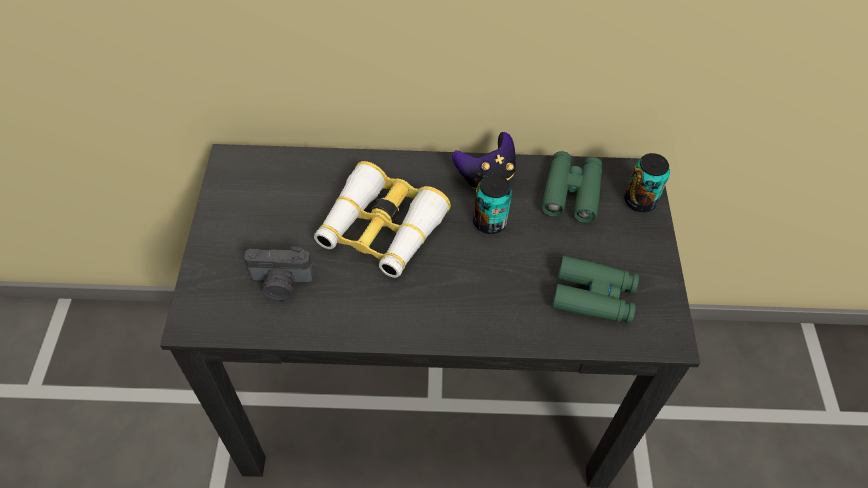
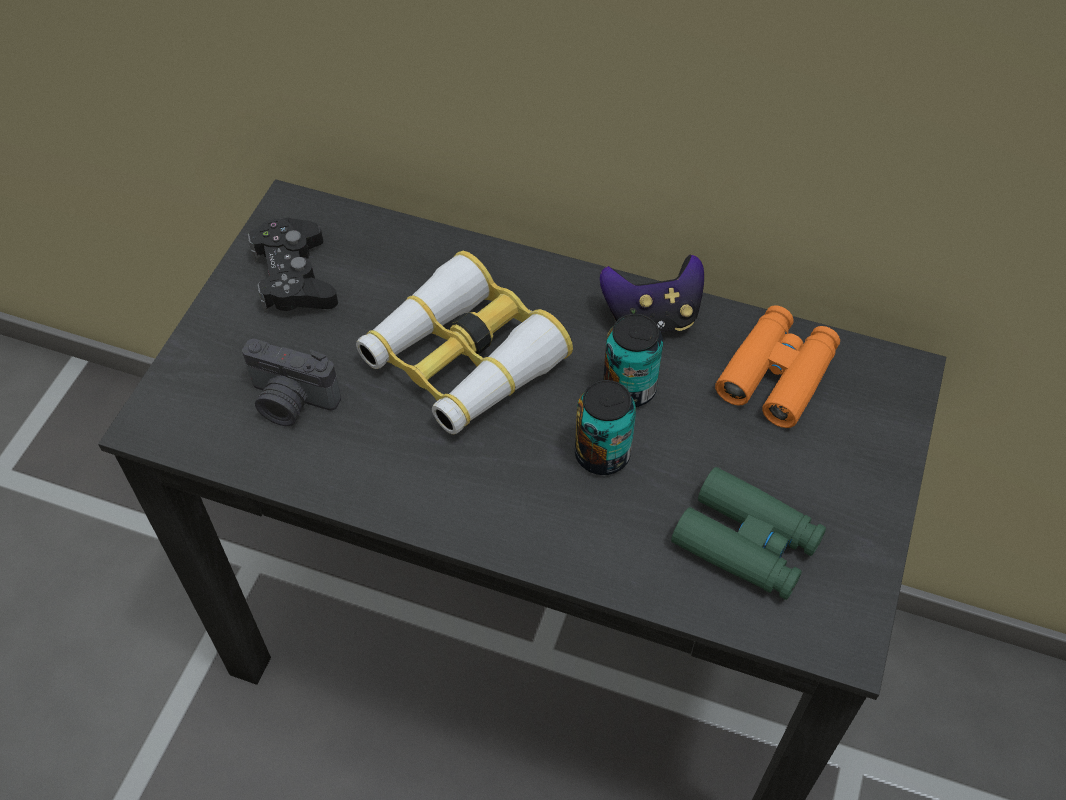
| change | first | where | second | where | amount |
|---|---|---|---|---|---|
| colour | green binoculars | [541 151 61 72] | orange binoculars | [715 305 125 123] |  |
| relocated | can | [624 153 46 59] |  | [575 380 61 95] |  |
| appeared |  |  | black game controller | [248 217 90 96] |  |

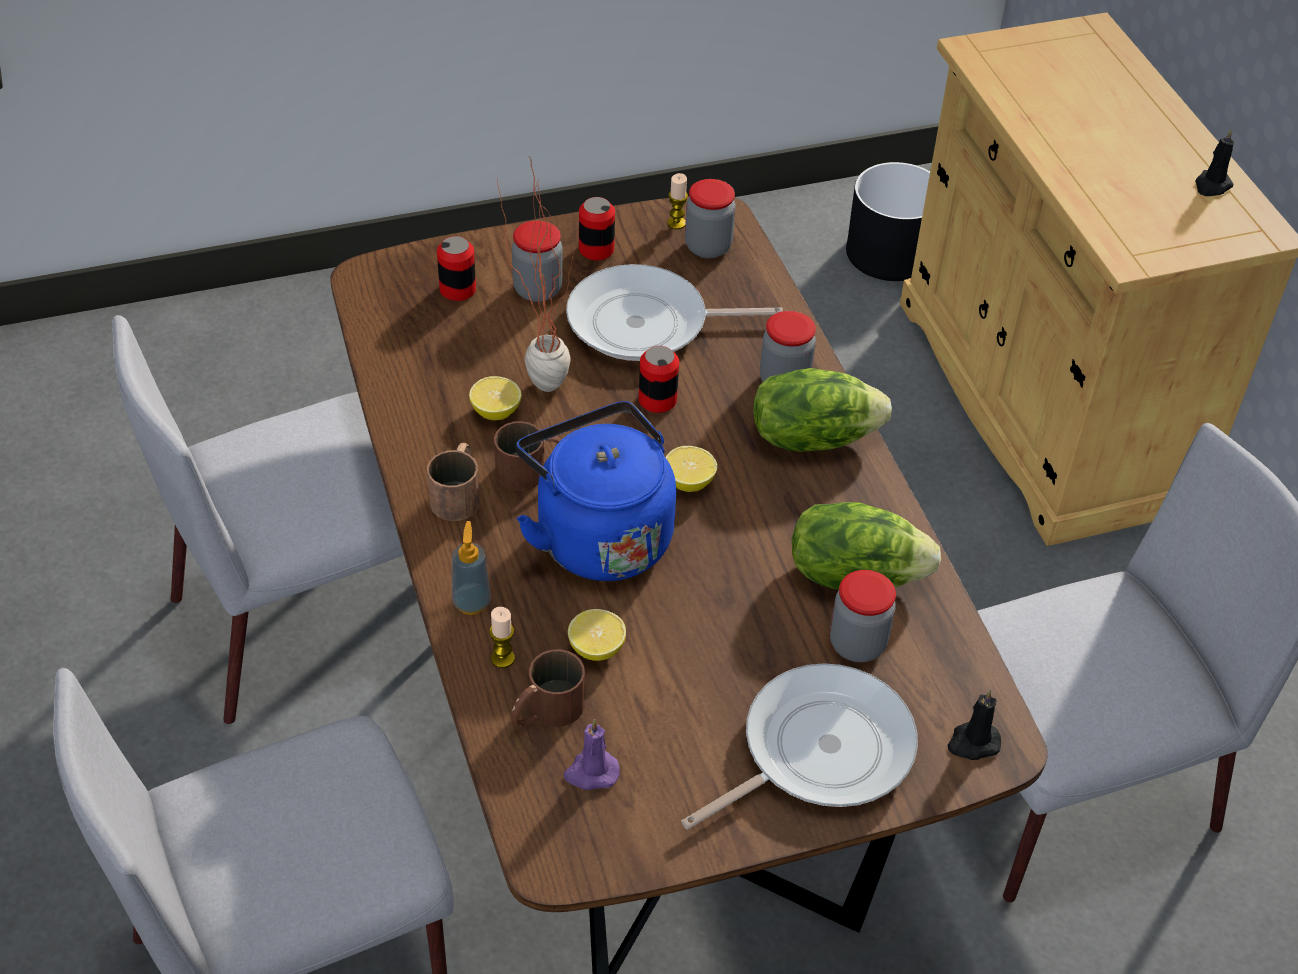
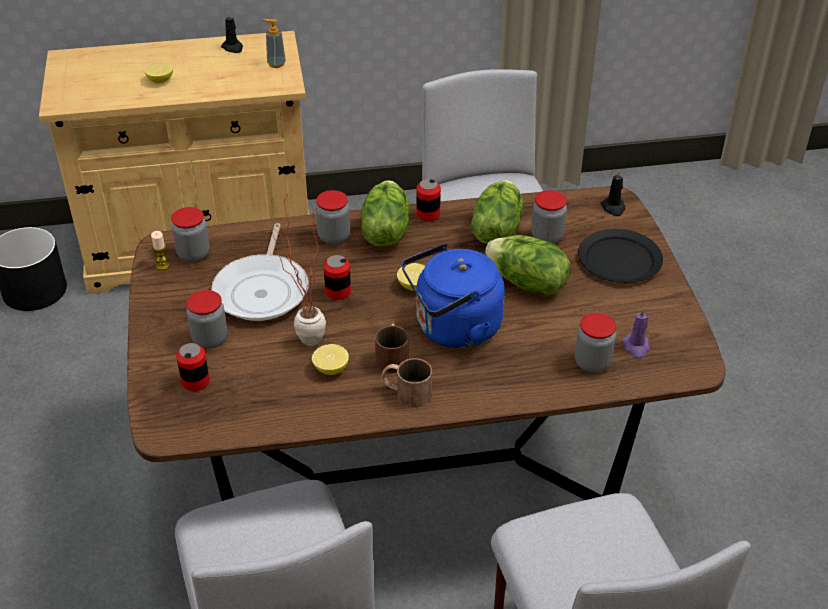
| change | first | where | second | where | amount |
|---|---|---|---|---|---|
| relocated | soap dispenser | [452 521 39 94] |  | [263 19 23 49] |  |
| missing | candle | [489 607 26 61] |  |  |  |
| exchanged | brown mug | [511 649 74 78] | jar | [575 313 41 60] |  |
| relocated | lemon | [568 609 58 52] |  | [144 62 29 21] |  |
| relocated | can | [579 197 36 64] |  | [416 179 25 42] |  |
| exchanged | frying pan | [681 663 237 166] | black plate | [578 229 85 54] |  |
| appeared |  |  | lettuce | [485 235 85 61] |  |

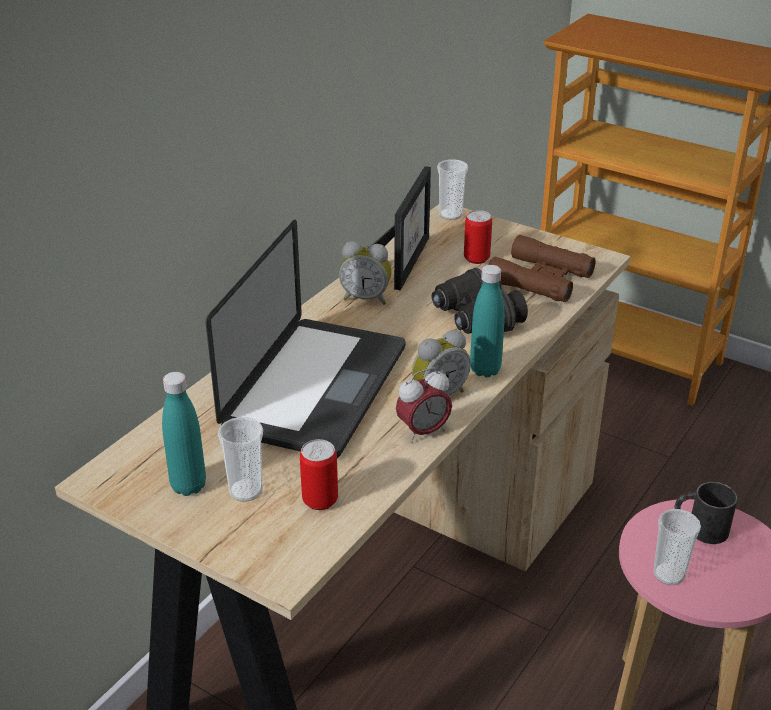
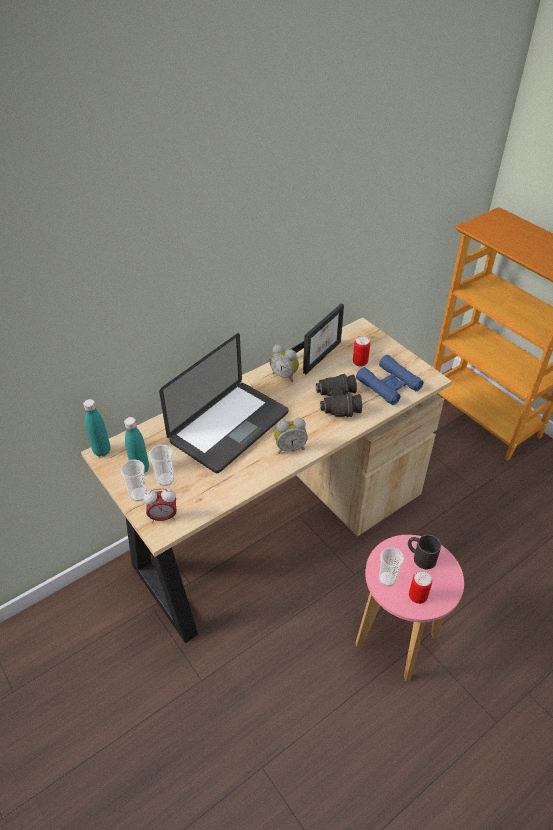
| change | first | where | second | where | amount |
|---|---|---|---|---|---|
| relocated | can | [300 439 38 71] |  | [409 571 23 33] |  |
| relocated | alarm clock | [396 368 56 75] |  | [143 488 34 35] |  |
| relocated | cup | [437 159 31 61] |  | [120 459 27 43] |  |
| relocated | turquoise bottle | [470 265 35 112] |  | [83 399 27 58] |  |
| colour | brown binoculars | [489 235 107 67] | blue binoculars | [356 355 68 50] |  |

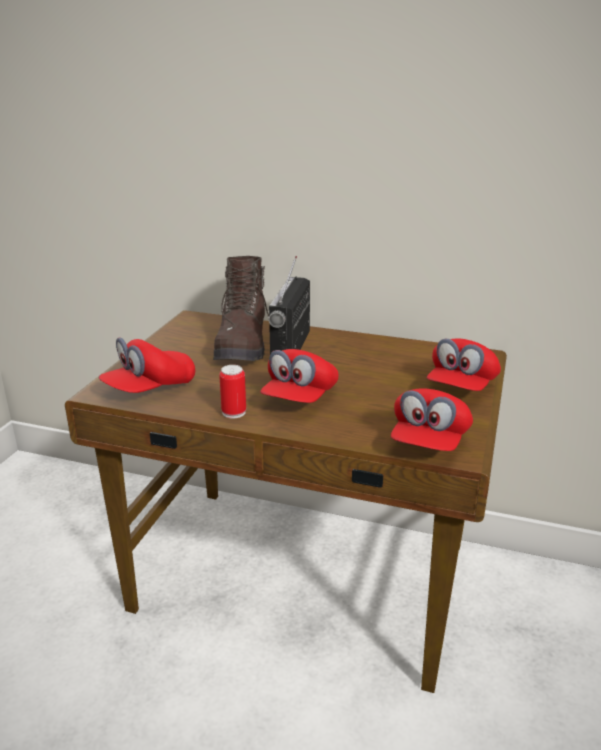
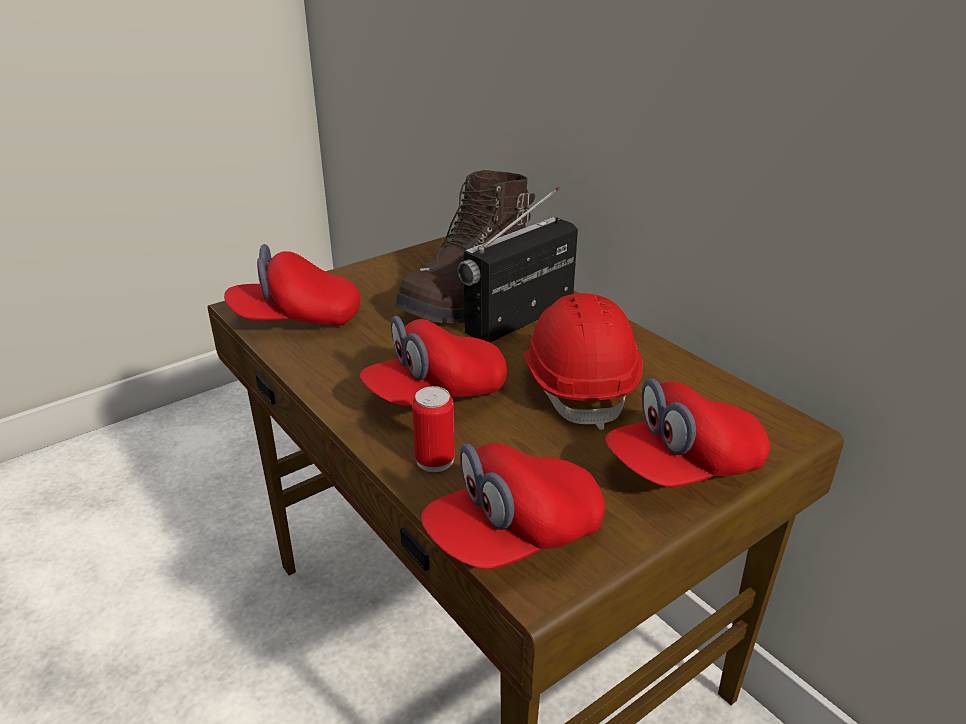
| change | first | where | second | where | amount |
|---|---|---|---|---|---|
| relocated | can | [219 365 27 54] |  | [412 386 43 86] |  |
| appeared |  |  | red hard hat | [524 293 119 137] |  |

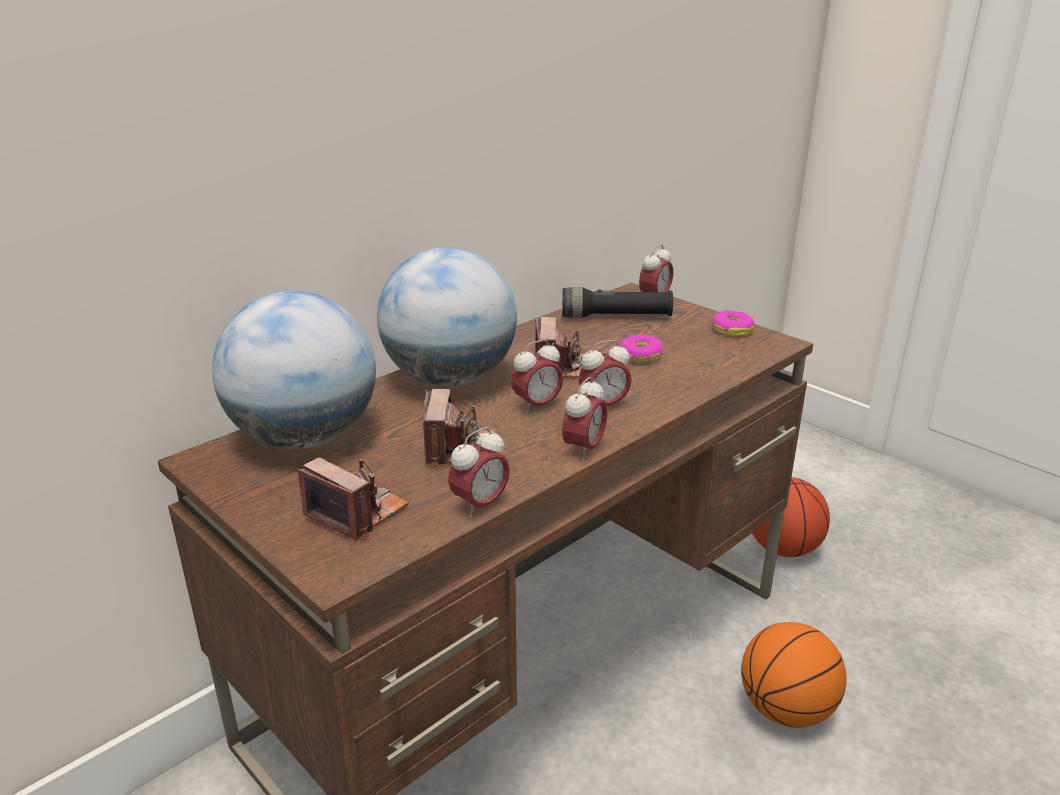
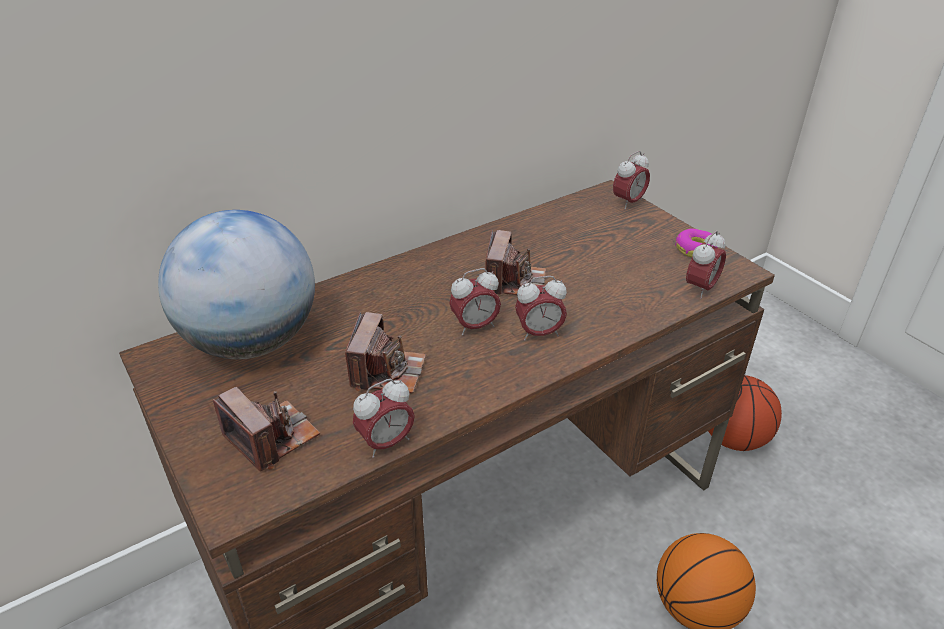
| change | first | where | second | where | amount |
|---|---|---|---|---|---|
| missing | globe | [377 247 140 140] |  |  |  |
| missing | black flashlight | [562 287 111 31] |  |  |  |
| relocated | alarm clock | [562 377 45 84] |  | [686 231 40 68] |  |
| missing | donut | [620 334 43 29] |  |  |  |

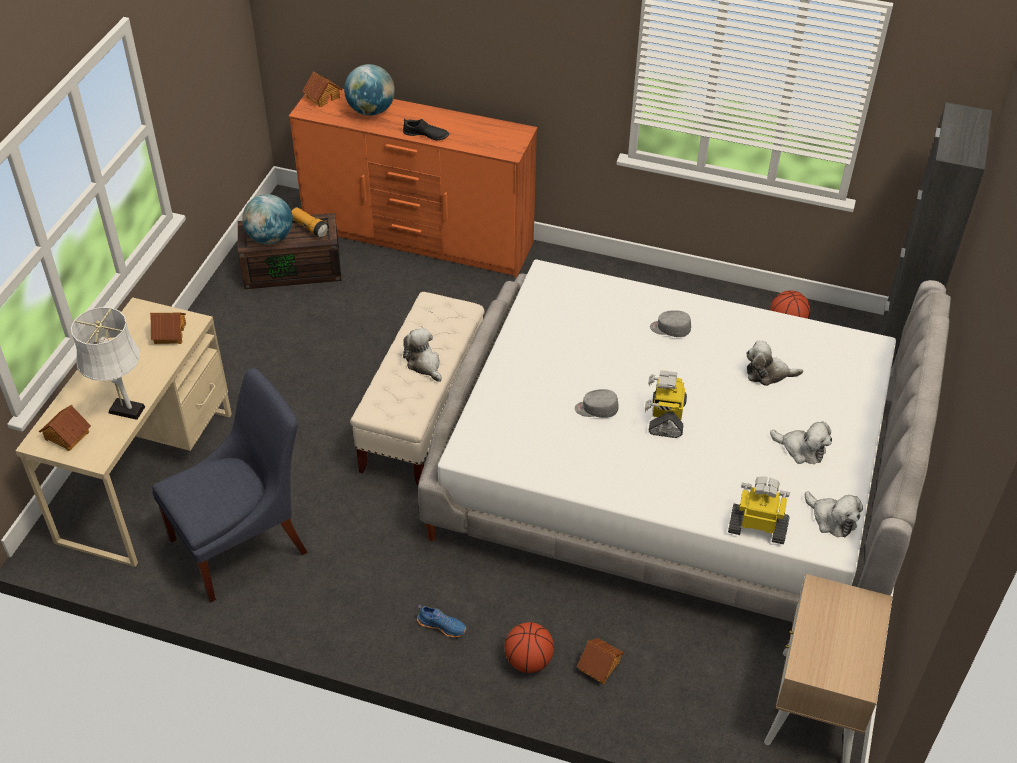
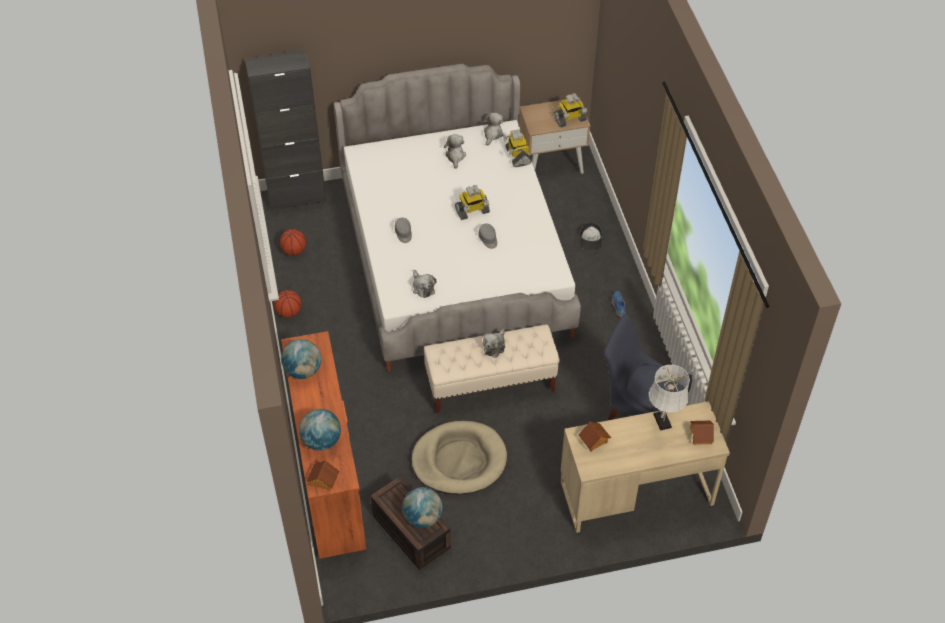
| change | first | where | second | where | amount |
|---|---|---|---|---|---|
| missing | flashlight | [291 207 38 31] |  |  |  |
| missing | black shoe | [403 118 46 22] |  |  |  |
| relocated | basketball | [504 622 50 51] |  | [274 290 27 28] |  |
| exchanged | toy house | [577 638 47 46] | cap | [580 223 22 27] |  |
| relocated | plush toy | [746 341 57 45] |  | [413 270 23 28] |  |
| appeared |  |  | globe | [281 339 40 40] |  |
| appeared |  |  | beige dog bed | [412 421 95 74] |  |
| appeared |  |  | toy robot | [553 93 34 34] |  |

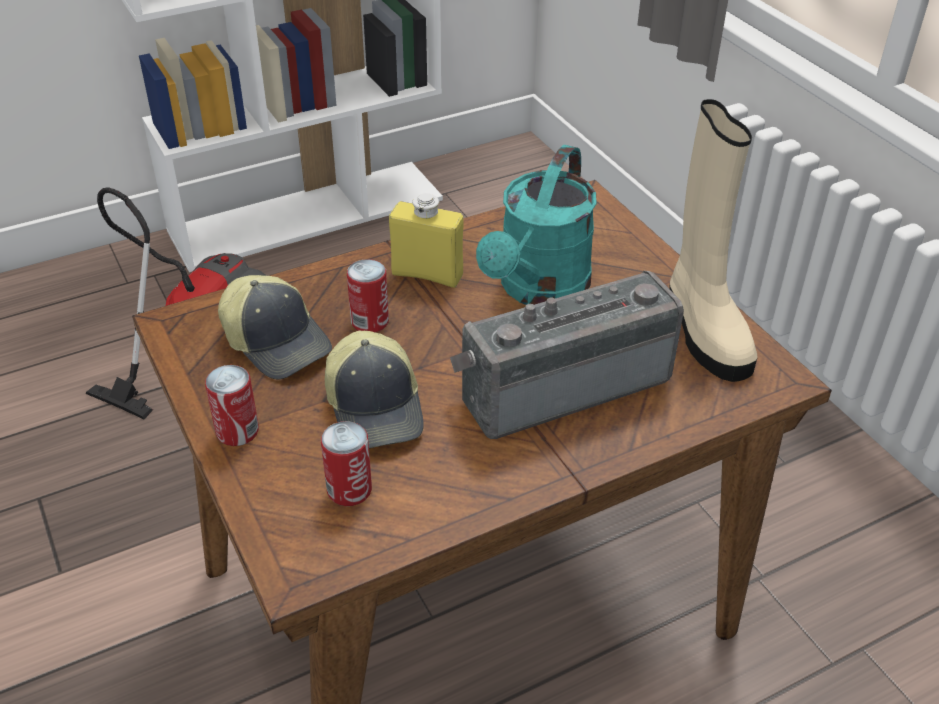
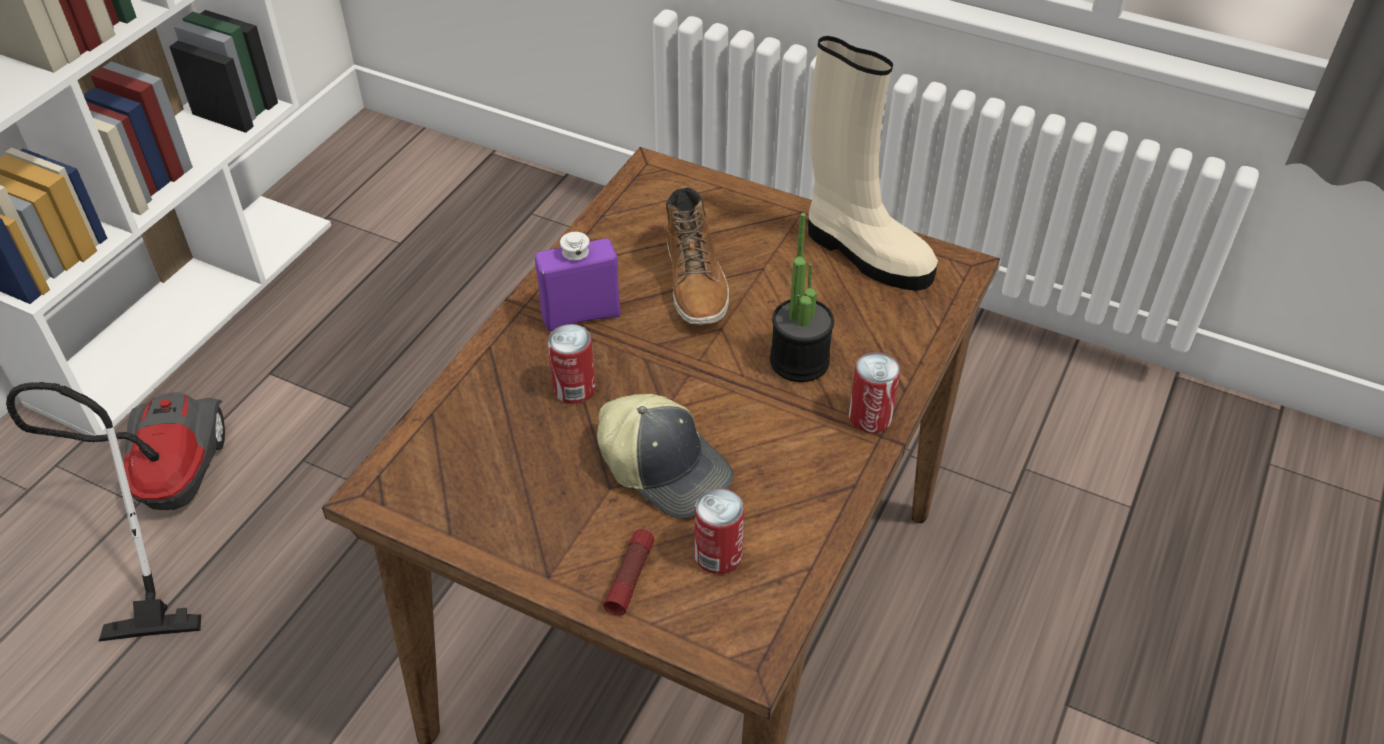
| change | first | where | second | where | amount |
|---|---|---|---|---|---|
| relocated | can | [205 365 54 81] |  | [849 352 51 81] |  |
| missing | cap | [218 275 114 105] |  |  |  |
| colour | yellow bottle | [389 193 75 95] | purple bottle | [535 232 86 99] |  |
| exchanged | radio | [450 271 234 168] | potted plant | [770 213 64 169] |  |
| exchanged | turquoise watering can | [476 145 121 160] | boot | [666 187 63 138] |  |
| appeared |  |  | flashlight | [604 529 50 87] |  |

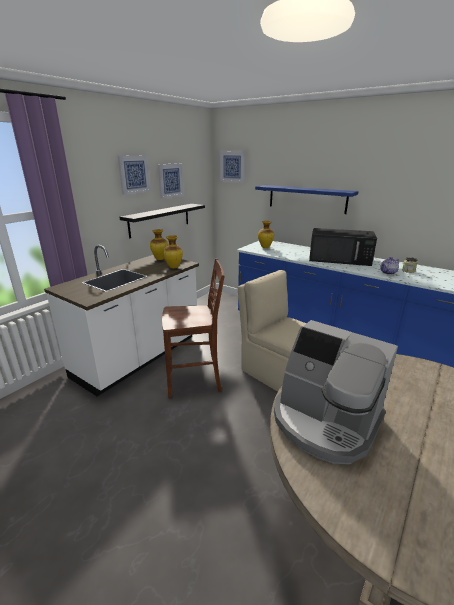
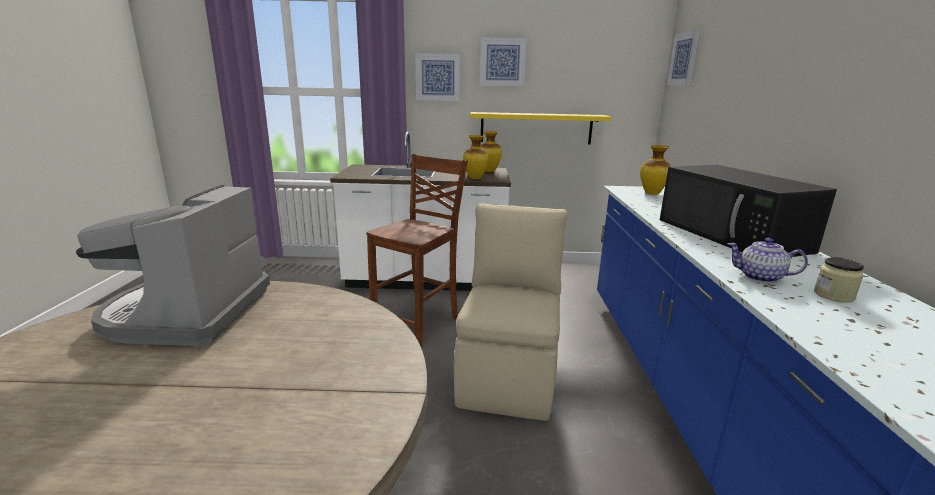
| change | first | where | second | where | amount |
|---|---|---|---|---|---|
| colour | black shelf | [119 204 86 34] | yellow shelf | [470 112 142 33] |  |
| relocated | picture | [158 163 26 36] |  | [415 53 45 48] |  |
| spun | brown chair | [162 259 63 139] |  | [366 154 102 193] | 105 degrees counterclockwise |
| missing | blue shelf | [255 185 104 29] |  |  |  |

